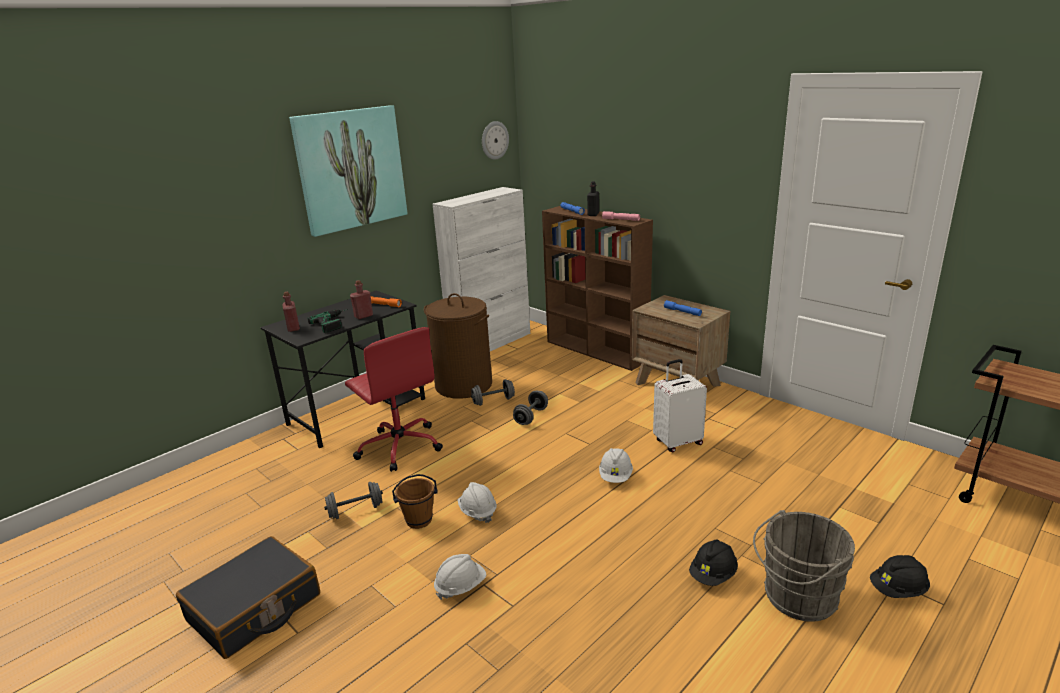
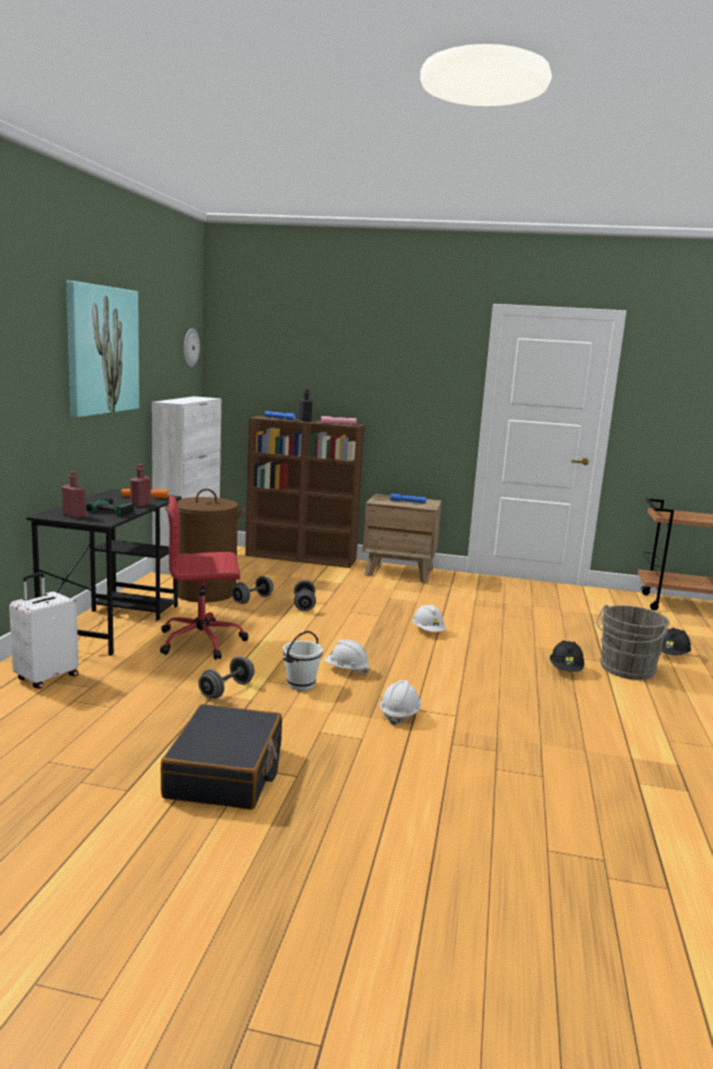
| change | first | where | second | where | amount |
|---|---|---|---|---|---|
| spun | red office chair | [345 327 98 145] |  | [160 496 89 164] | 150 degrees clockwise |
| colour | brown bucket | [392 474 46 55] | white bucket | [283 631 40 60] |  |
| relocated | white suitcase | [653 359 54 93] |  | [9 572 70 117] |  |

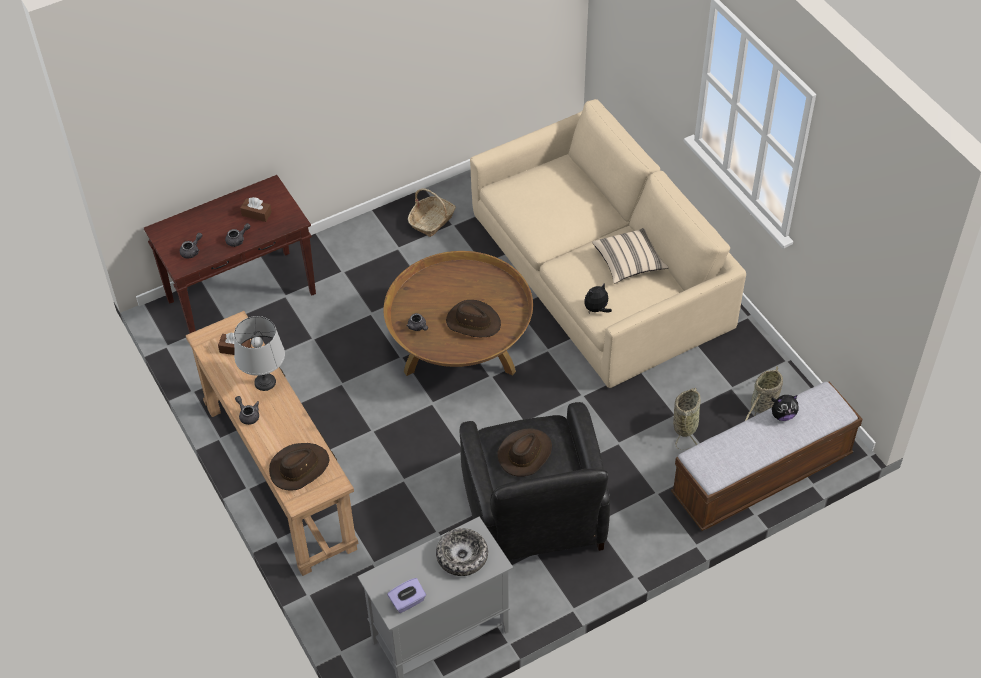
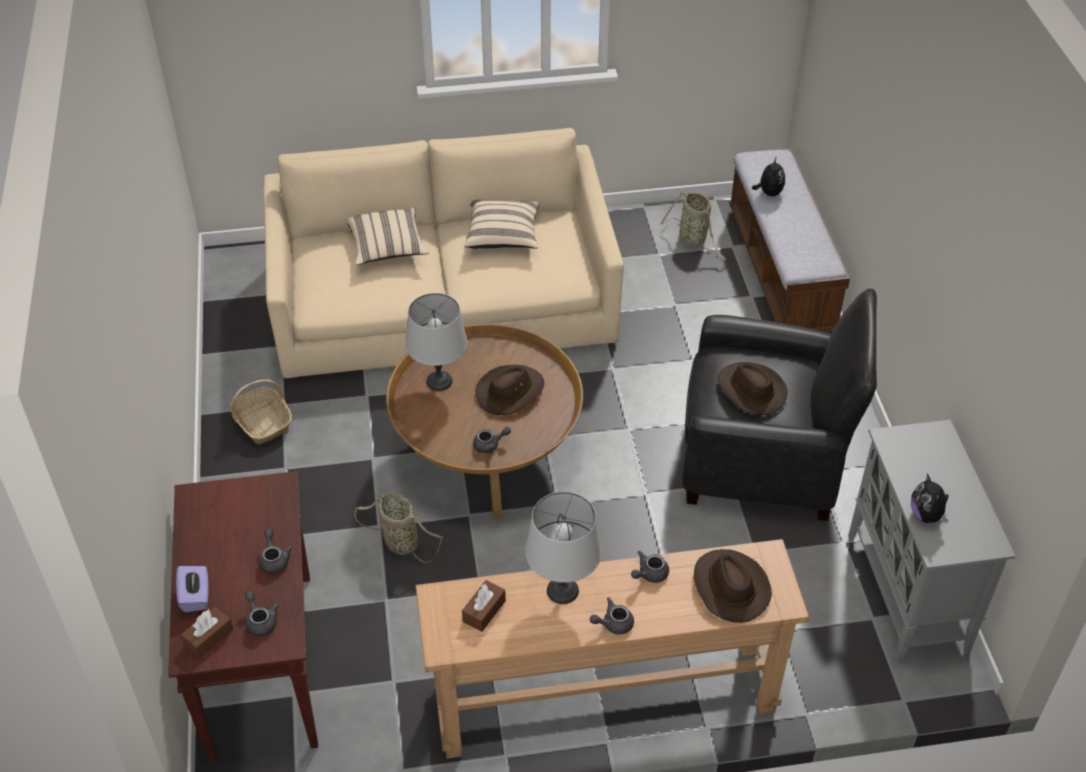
| change | first | where | second | where | amount |
|---|---|---|---|---|---|
| relocated | brown tissue box | [240 197 32 25] |  | [181 606 53 52] |  |
| relocated | purple tissue box | [387 578 39 35] |  | [176 566 32 47] |  |
| missing | bowl | [436 528 52 48] |  |  |  |
| relocated | plush toy | [584 283 28 29] |  | [911 473 38 50] |  |
| relocated | basket | [673 388 28 62] |  | [354 492 89 71] |  |
| appeared |  |  | beige pillow | [346 207 83 58] |  |
| appeared |  |  | grey table lamp | [406 293 62 98] |  |
| appeared |  |  | grey teapot | [631 551 38 32] |  |

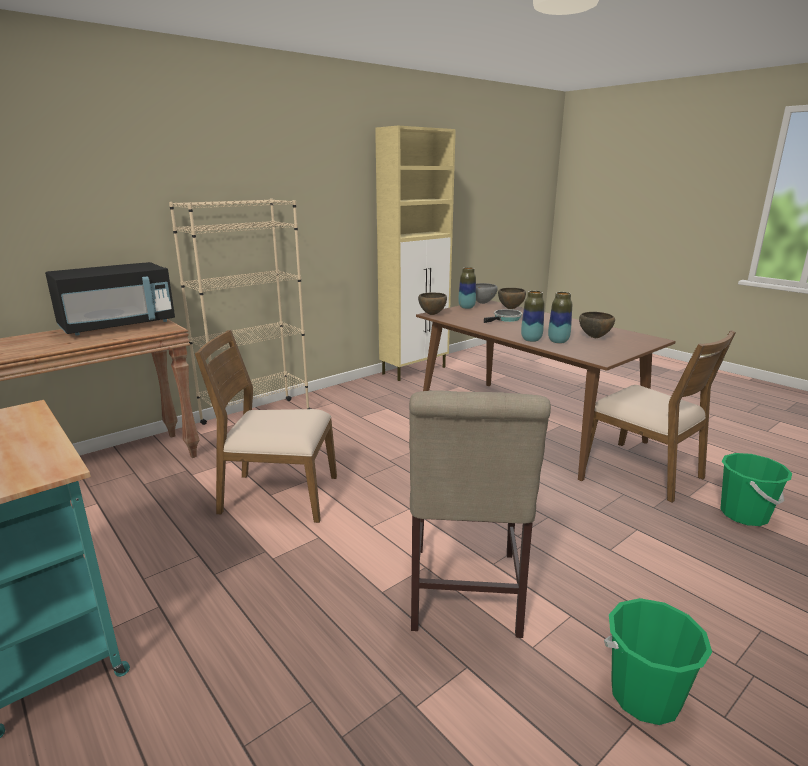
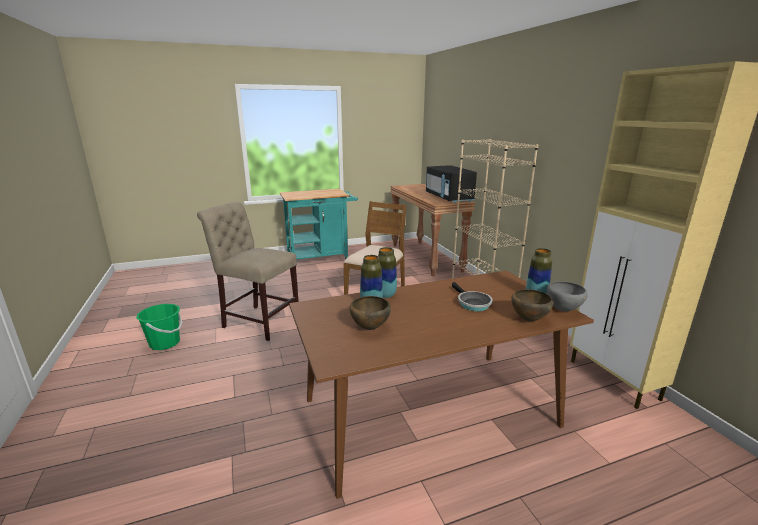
| change | first | where | second | where | amount |
|---|---|---|---|---|---|
| missing | brown bowl | [418 293 29 22] |  |  |  |
| missing | brown chair | [586 330 150 173] |  |  |  |
| missing | green bucket | [720 453 72 73] |  |  |  |

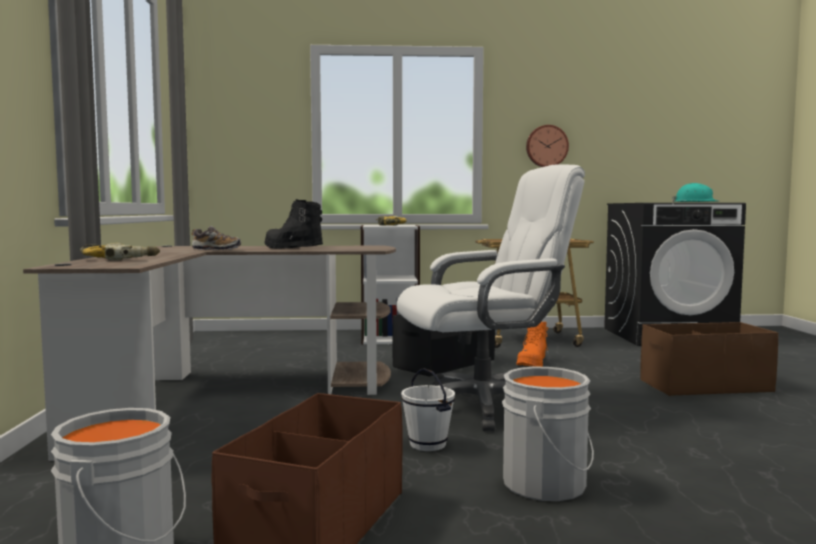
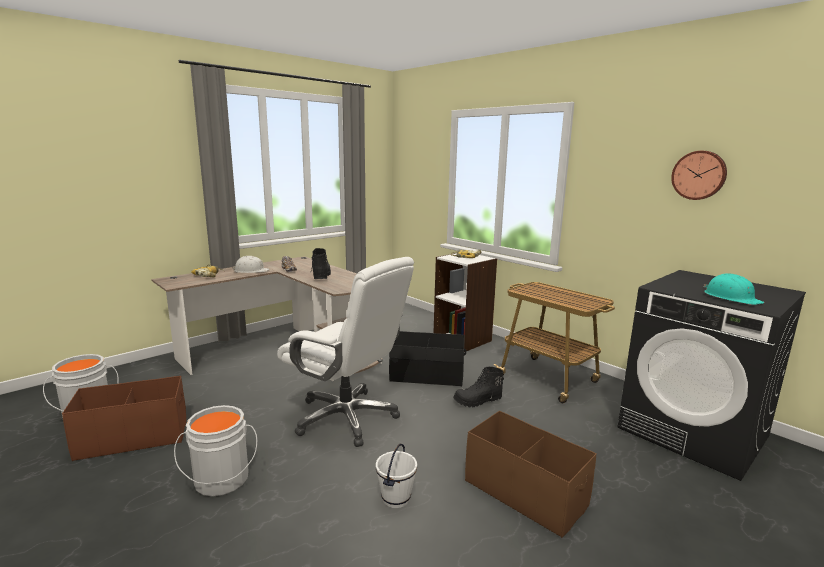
| change | first | where | second | where | amount |
|---|---|---|---|---|---|
| relocated | white bucket | [401 368 54 83] |  | [376 444 41 64] |  |
| colour | orange boot | [516 321 33 46] | black boot | [453 367 51 40] |  |
| relocated | wall clock | [526 125 43 42] |  | [671 151 56 49] |  |
| appeared |  |  | white hard hat | [232 256 37 17] |  |

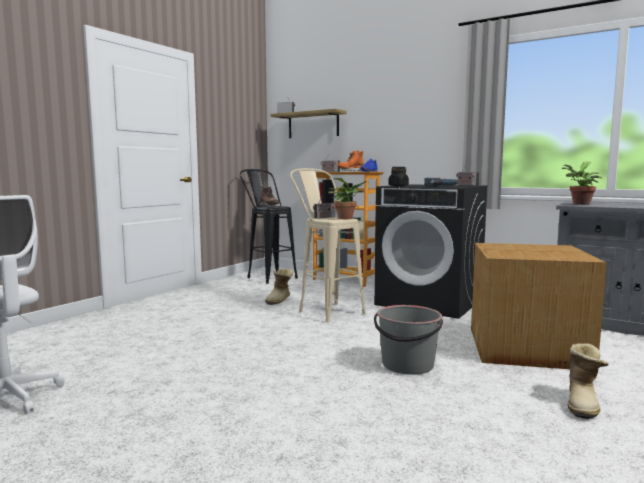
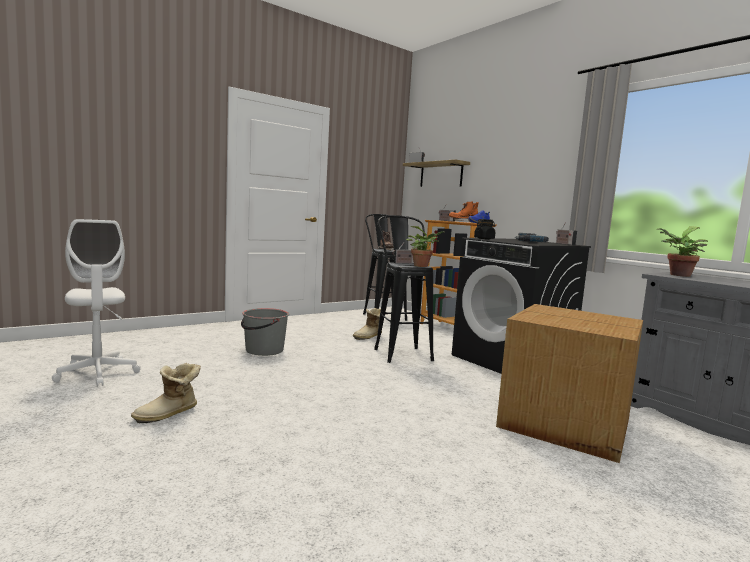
| change | first | where | second | where | amount |
|---|---|---|---|---|---|
| colour | beige stool | [290 168 76 154] | black stool | [374 215 60 148] |  |
| relocated | grey bucket | [374 305 69 70] |  | [241 308 48 48] |  |
| relocated | boot | [567 343 42 76] |  | [131 363 70 60] |  |

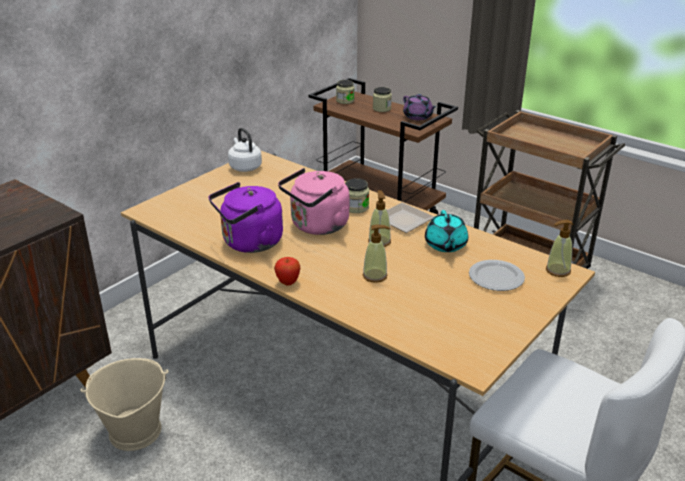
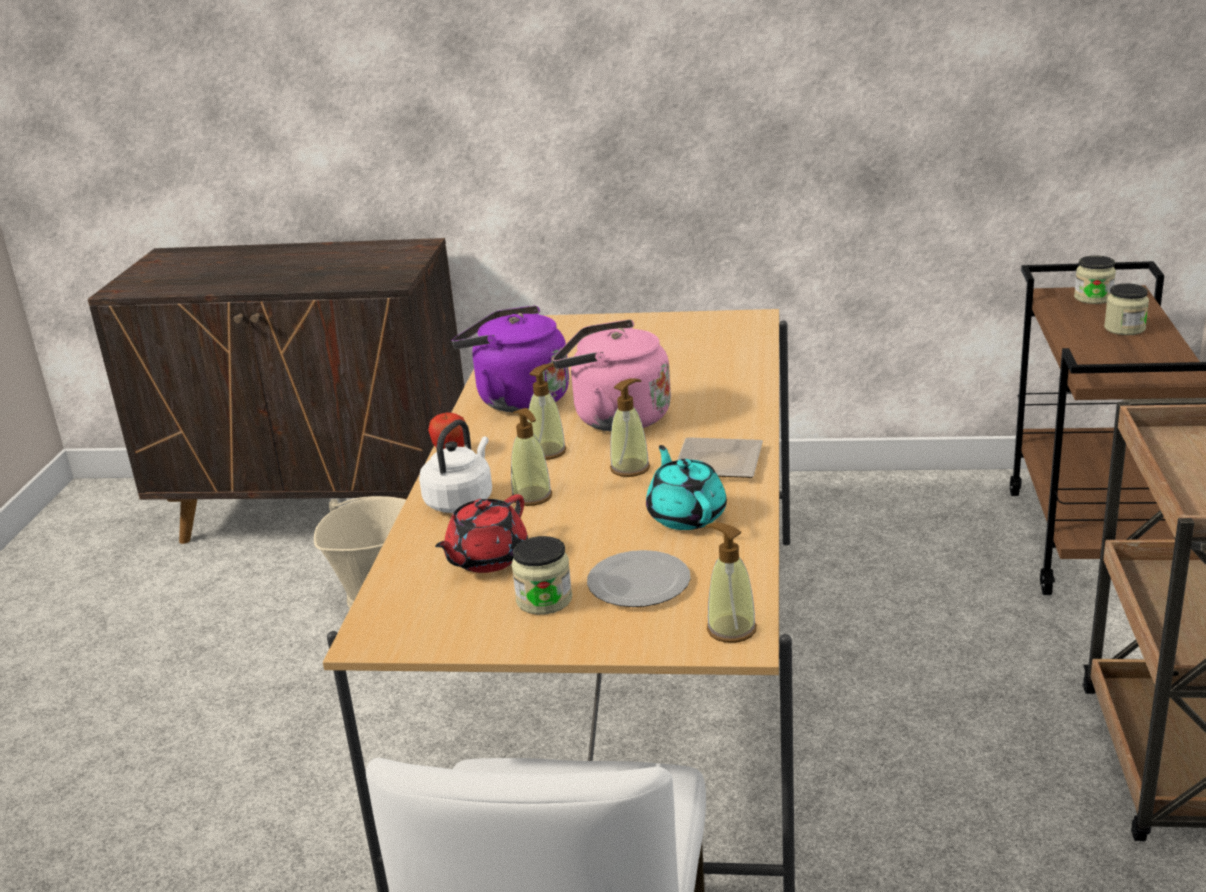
| change | first | where | second | where | amount |
|---|---|---|---|---|---|
| relocated | white kettle | [228 128 34 44] |  | [419 420 73 93] |  |
| relocated | jar | [345 178 24 35] |  | [512 536 60 79] |  |
| missing | purple teapot | [403 94 33 26] |  |  |  |
| spun | turquoise teapot | [425 210 43 42] |  | [646 445 81 85] | 105 degrees clockwise |
| appeared |  |  | red teapot | [435 494 93 79] |  |
| appeared |  |  | soap dispenser | [528 364 38 96] |  |

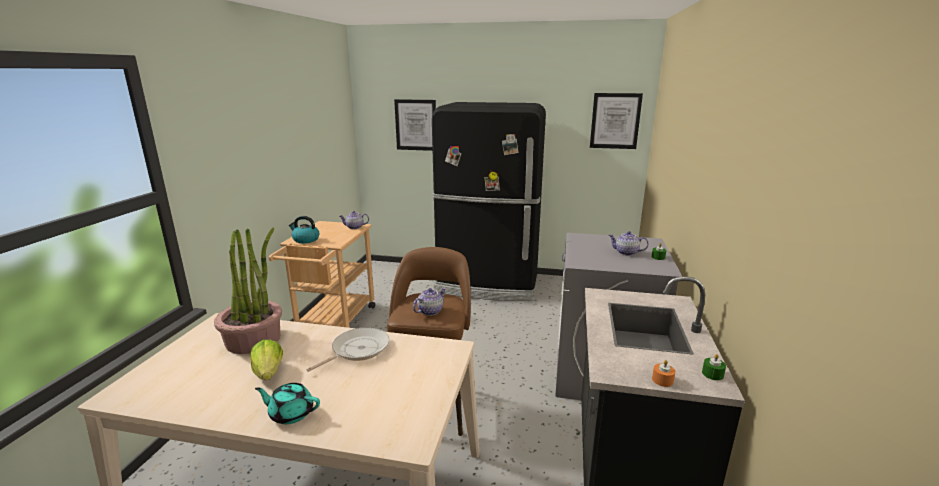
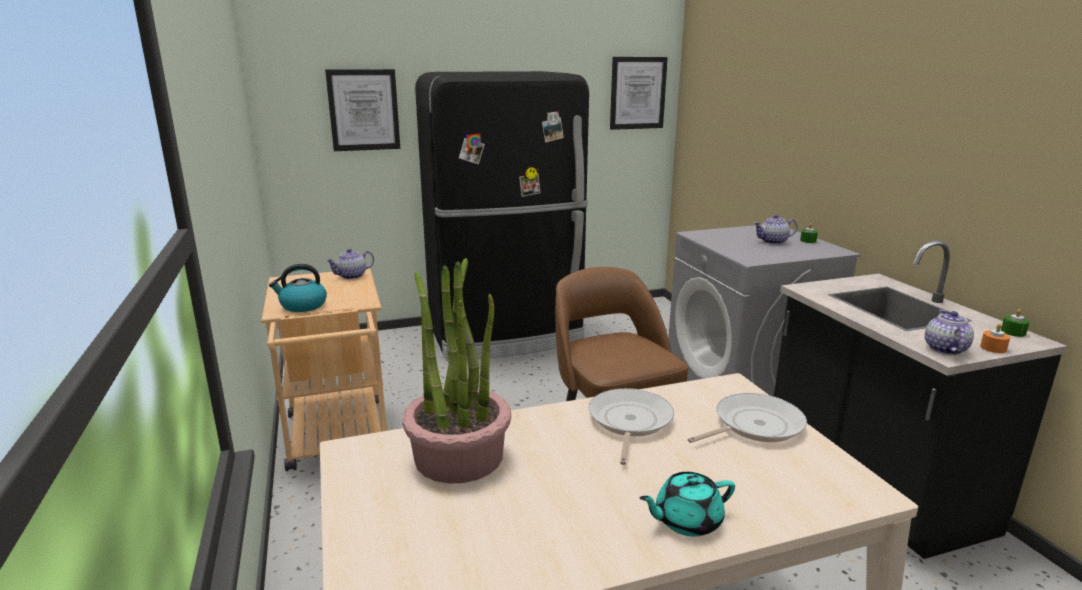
| change | first | where | second | where | amount |
|---|---|---|---|---|---|
| missing | lettuce | [250 339 33 41] |  |  |  |
| relocated | teapot | [413 288 33 28] |  | [925 310 49 45] |  |
| appeared |  |  | frying pan | [688 393 119 50] |  |

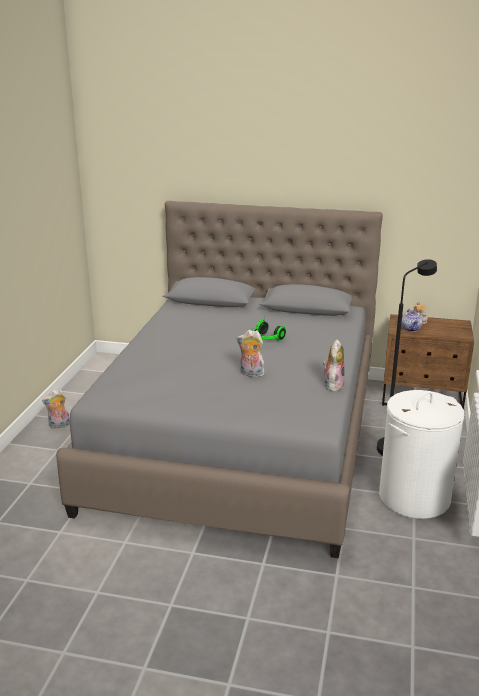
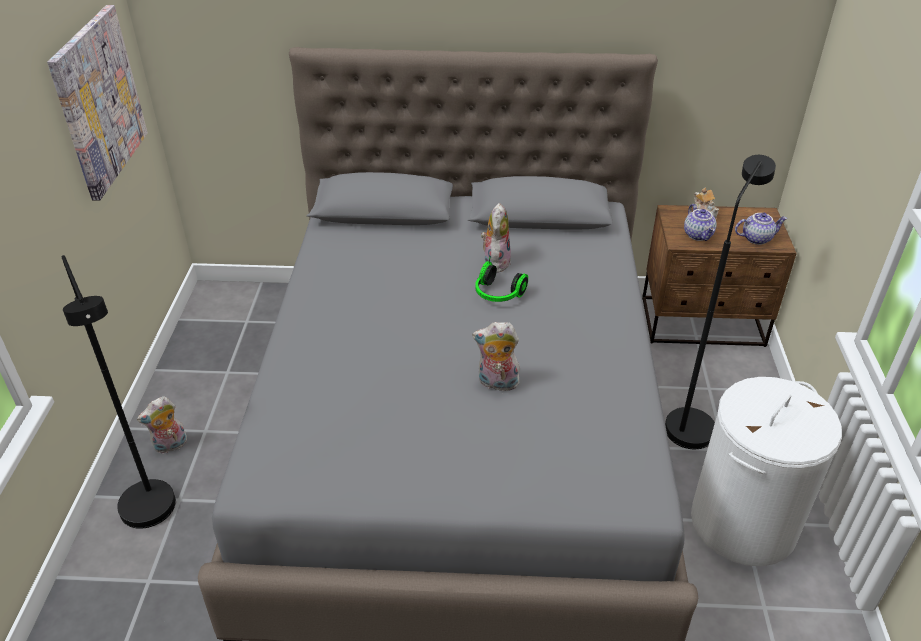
| change | first | where | second | where | amount |
|---|---|---|---|---|---|
| relocated | plush toy | [323 339 22 53] |  | [481 203 30 70] |  |
| appeared |  |  | picture | [47 5 101 196] |  |
| appeared |  |  | black floor lamp | [62 255 114 274] |  |
| appeared |  |  | teapot | [735 212 52 33] |  |

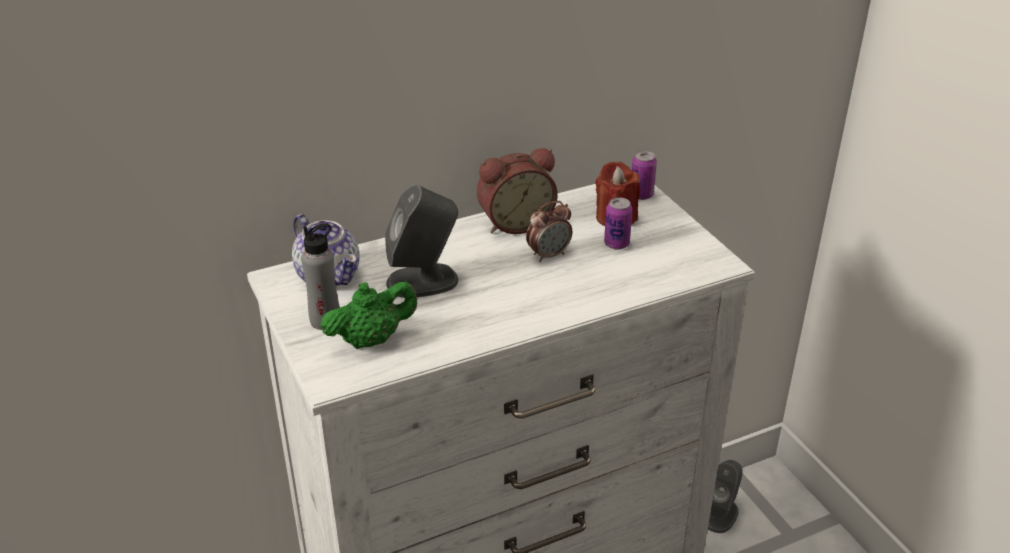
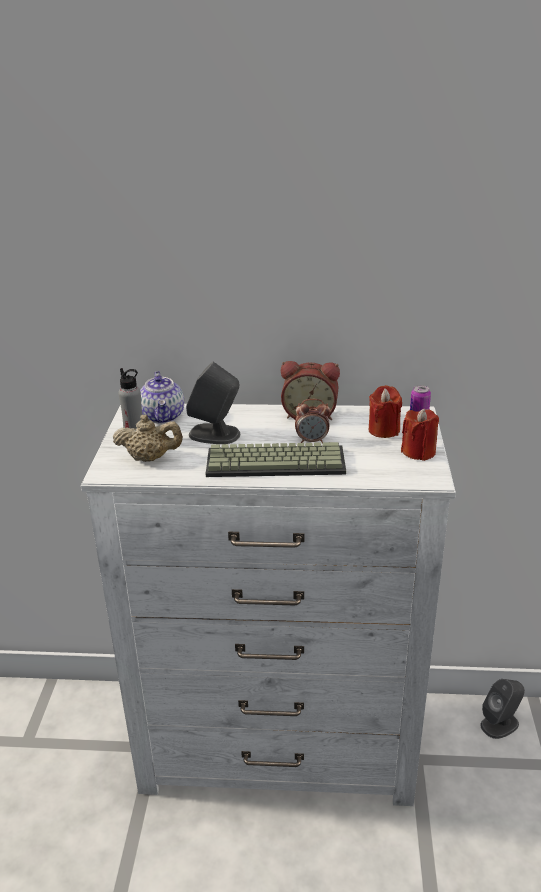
| change | first | where | second | where | amount |
|---|---|---|---|---|---|
| colour | green teapot | [320 281 97 68] | beige teapot | [113 415 70 47] |  |
| missing | can | [604 197 29 52] |  |  |  |
| appeared |  |  | keyboard | [206 442 140 35] |  |
| appeared |  |  | red candle | [401 409 38 52] |  |

